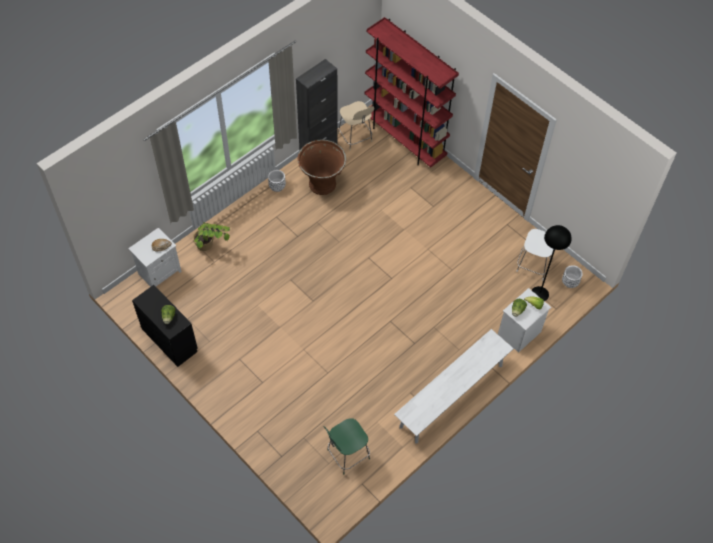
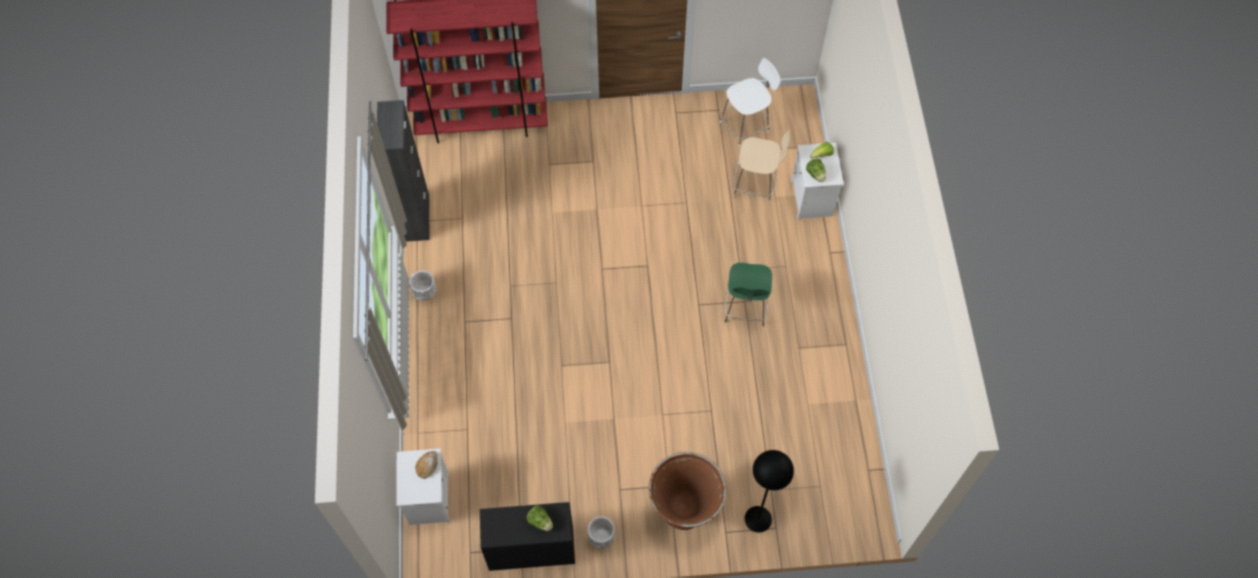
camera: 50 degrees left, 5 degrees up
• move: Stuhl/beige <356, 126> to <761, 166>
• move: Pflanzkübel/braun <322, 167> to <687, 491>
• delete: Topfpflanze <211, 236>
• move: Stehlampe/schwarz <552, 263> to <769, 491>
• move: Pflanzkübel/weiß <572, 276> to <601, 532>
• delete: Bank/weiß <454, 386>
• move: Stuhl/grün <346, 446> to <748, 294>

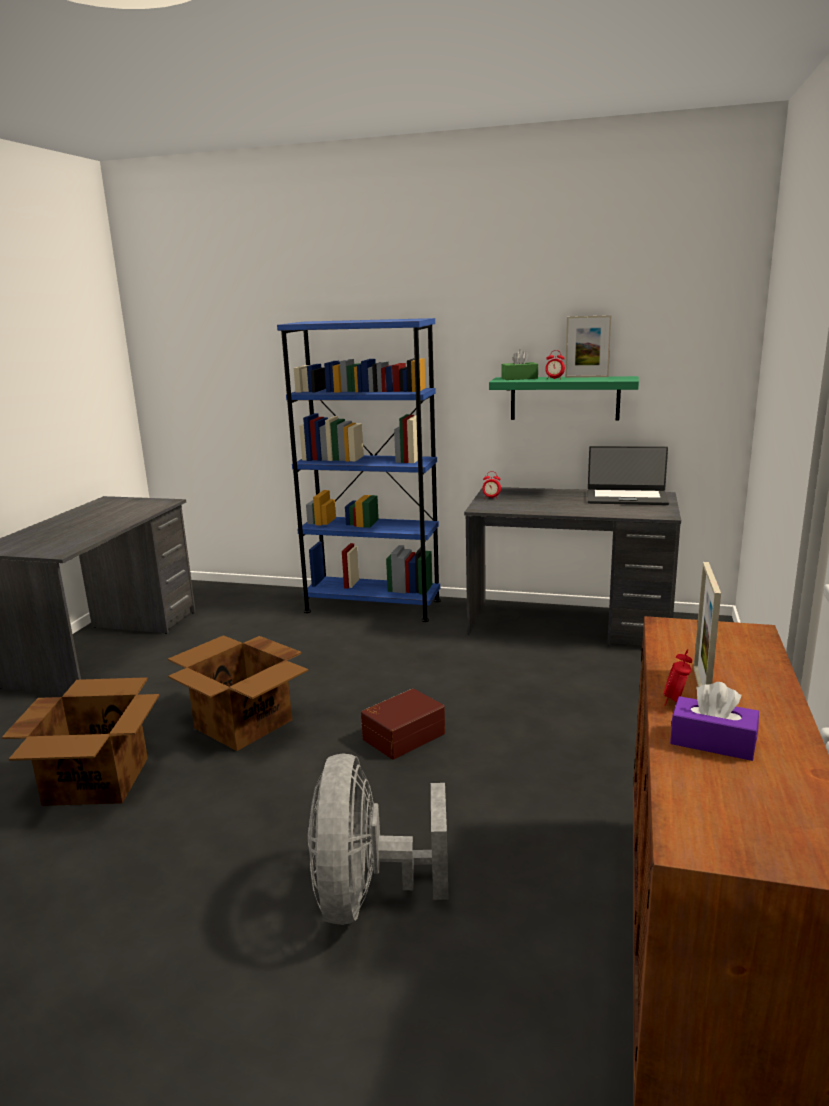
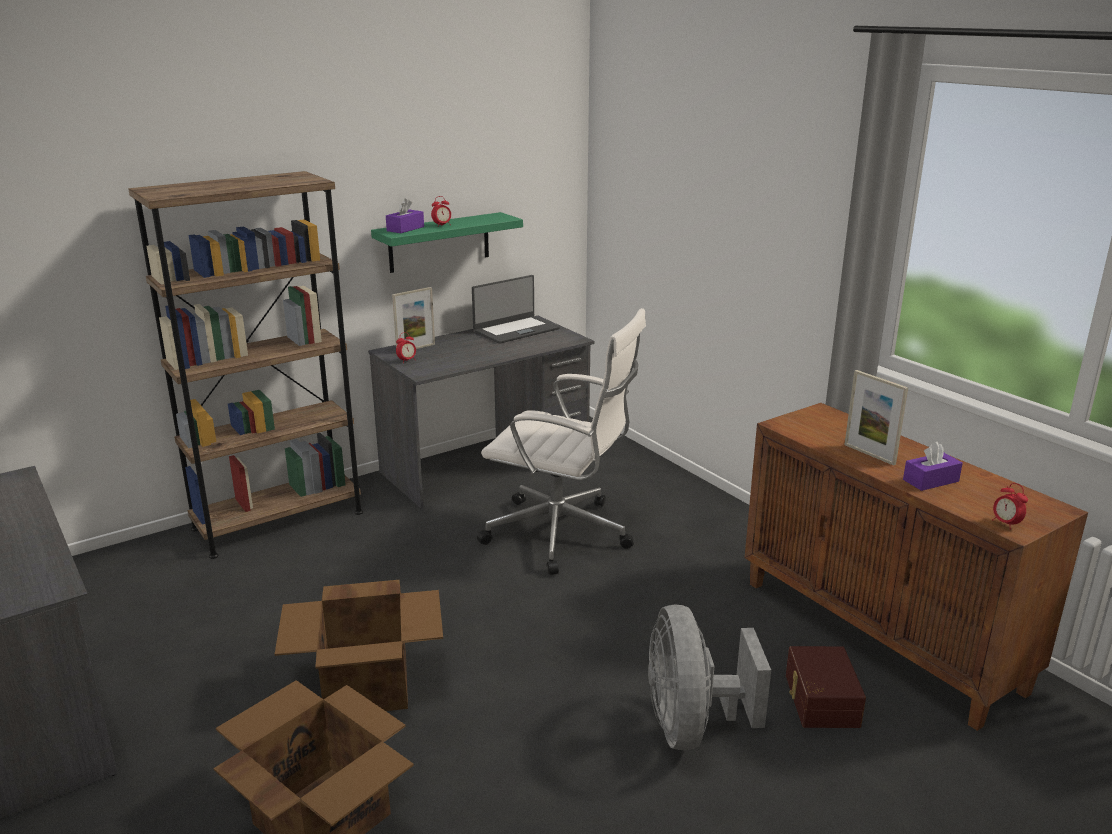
camera: 50 degrees left, 5 degrees up
• move: Bilderrahmen <588, 346> to <413, 318>
• recolor: Bücherregal/blau <359, 470> to Bücherregal/braun <245, 365>
• recolor: Taschentuchbox/grün <519, 364> to Taschentuchbox/lila <405, 215>
• move: Wecker <678, 677> to <1010, 506>
• move: Aufbewahrungsbox/braun <403, 724> to <826, 687>
• rotate: Ventilator/grau <378, 839> = <709, 678> 45 degrees clockwise
• insert: Bürostuhl/weiß <561, 441>

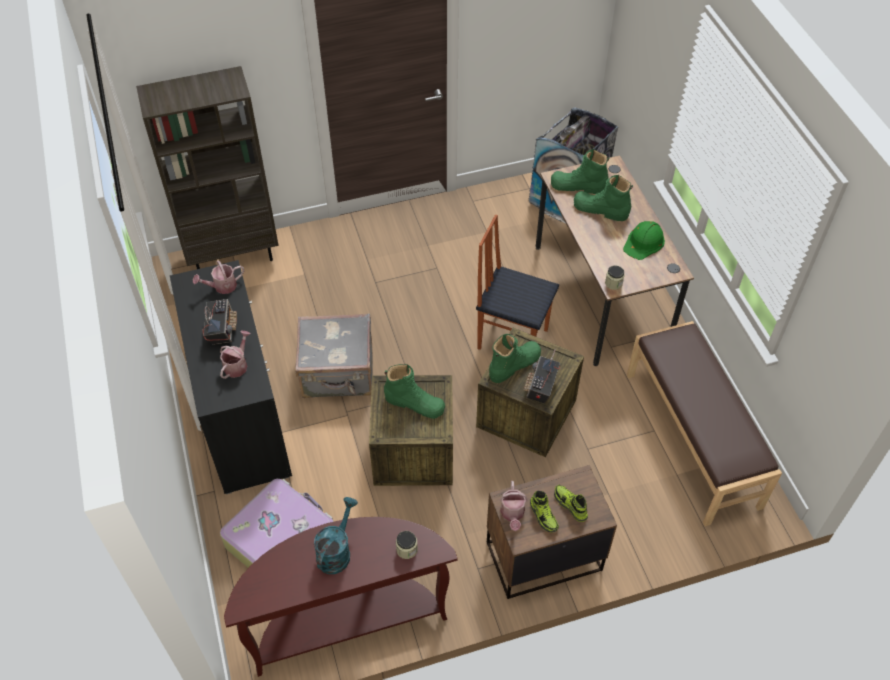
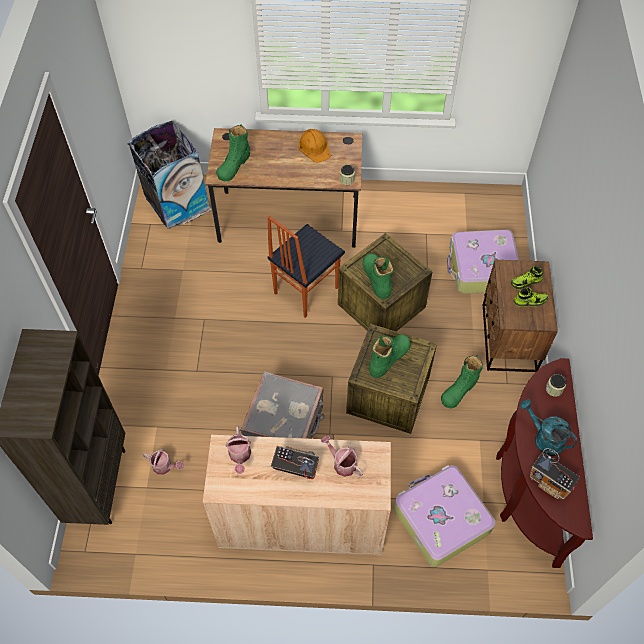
camera: 70 degrees left, 5 degrees up
• move: Stiefel/grün <603, 198> to <462, 381>
• recolor: Schutzhelm/grün <644, 240> to Schutzhelm/orange <314, 146>
• recolor: Schrank/schwarz <231, 377> to Schrank/beige <297, 495>
• delete: Bank/braun <704, 423>
• move: Radio <541, 376> to <555, 473>
• move: Gießkanne <514, 506> to <163, 462>
• insert: Koffer <483, 262>

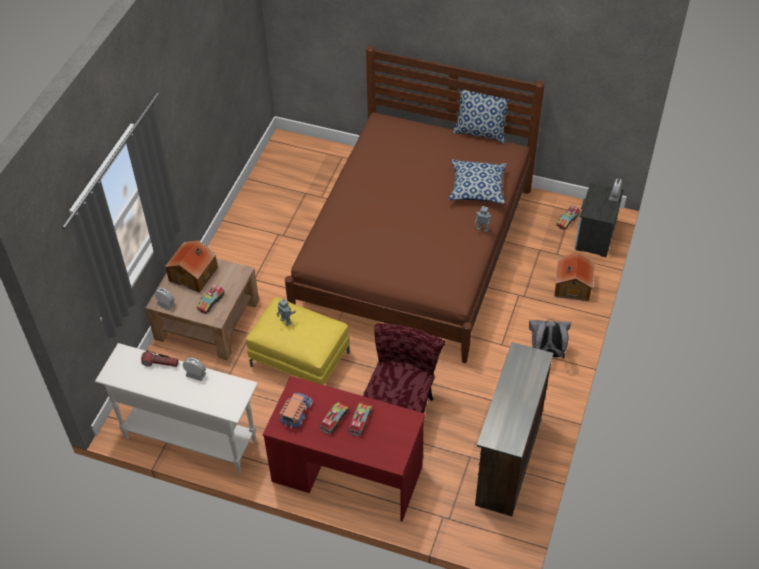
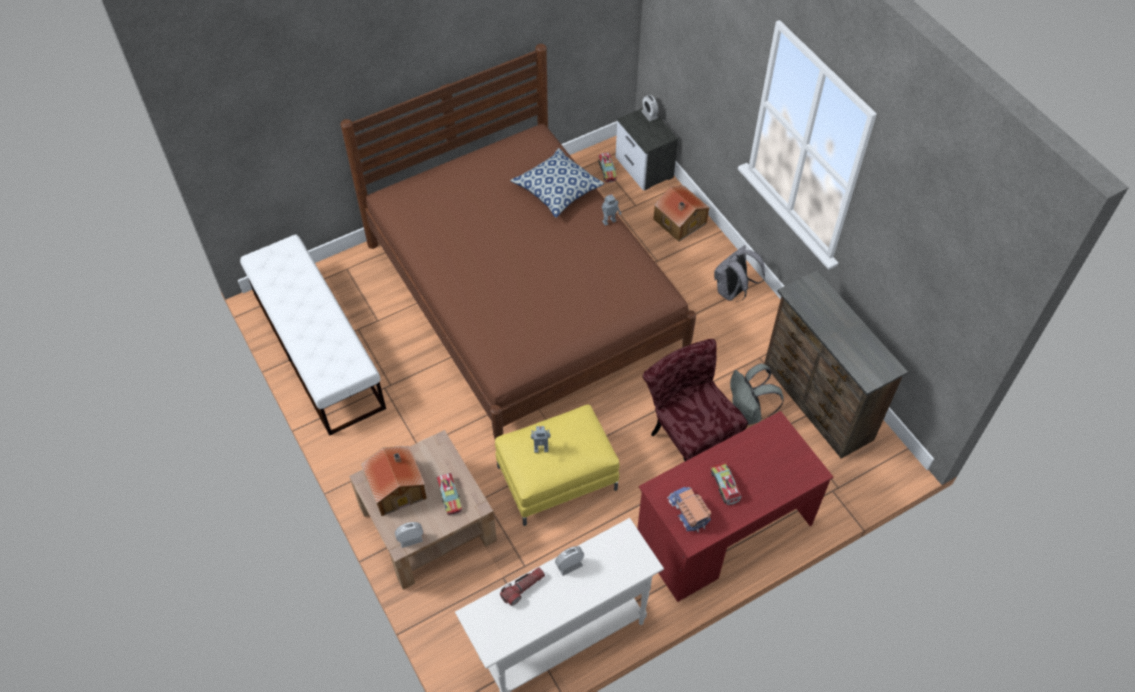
camera: 50 degrees left, 5 degrees up
• delete: Kissen <482, 116>
• delete: Spielzeuglaster <360, 419>
• insert: Bank/weiß <313, 335>
• insert: Rucksack/grau <757, 394>

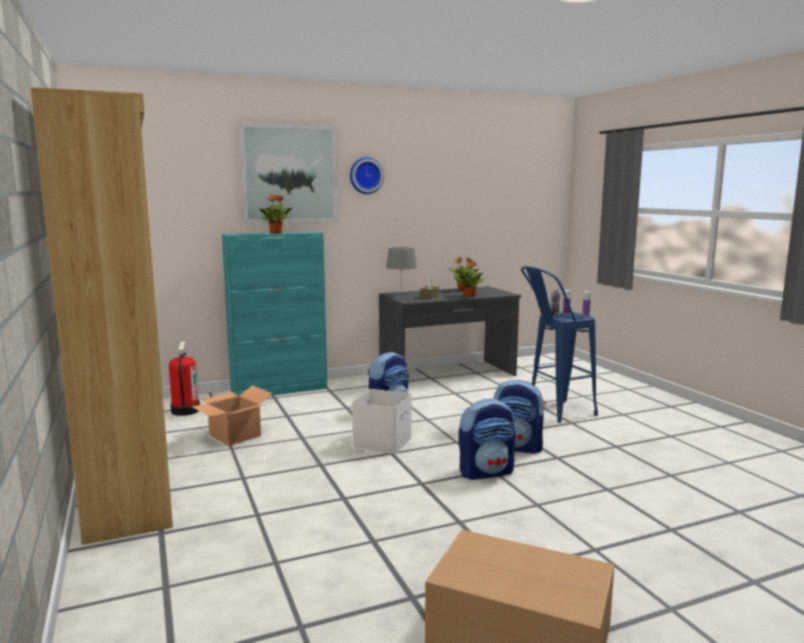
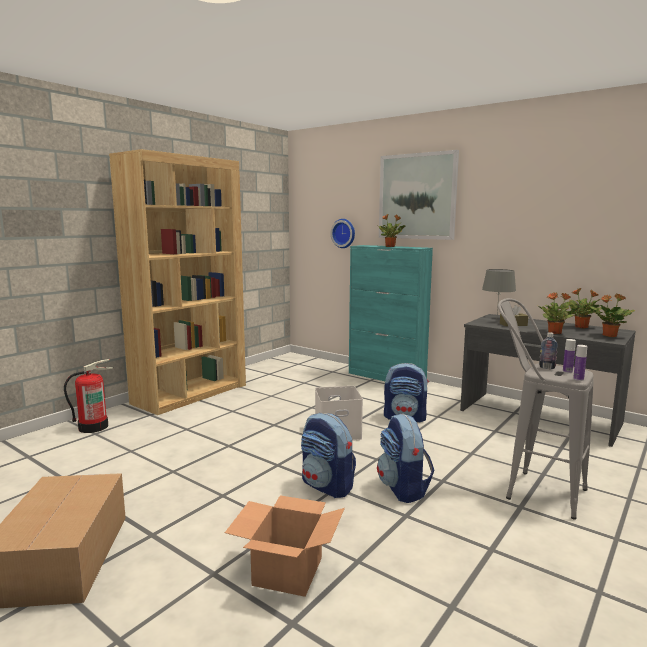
camera: 60 degrees right, 0 degrees up
• move: Wanduhr <367, 175> to <343, 233>
• recolor: Hocker/blau <559, 344> to Hocker/grau <546, 408>
• move: Feuerlöscher <184, 378> to <88, 396>
• move: Karton <232, 415> to <285, 546>
• insert: Topfpflanze <612, 315>

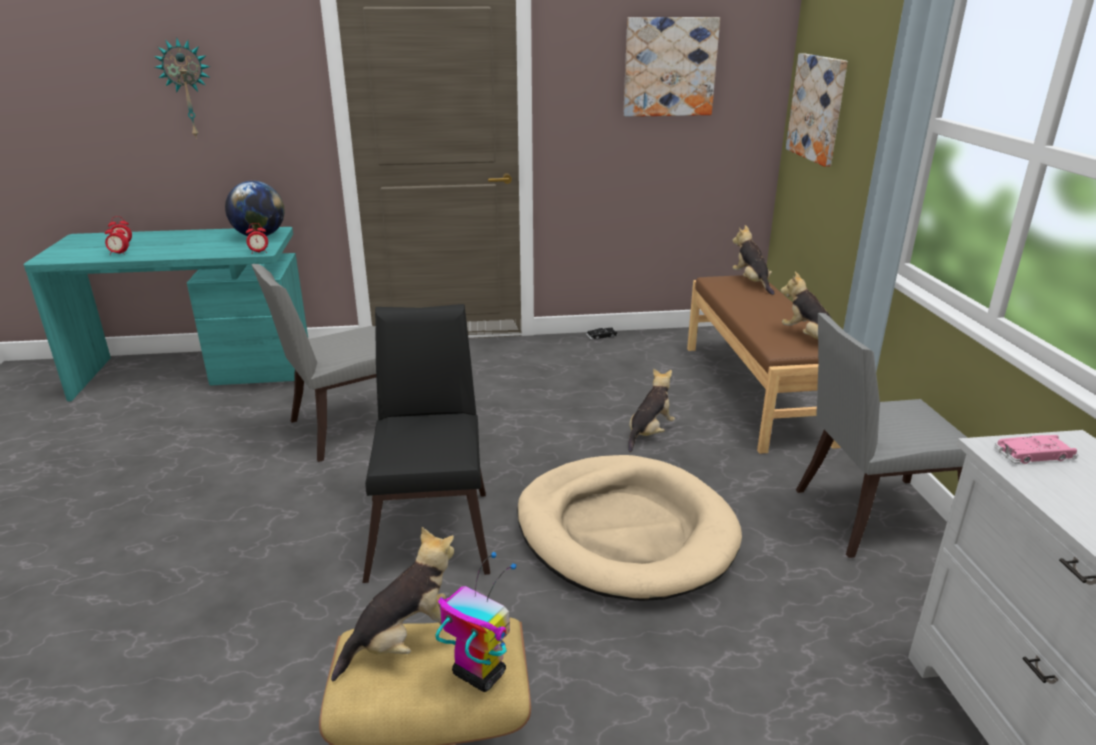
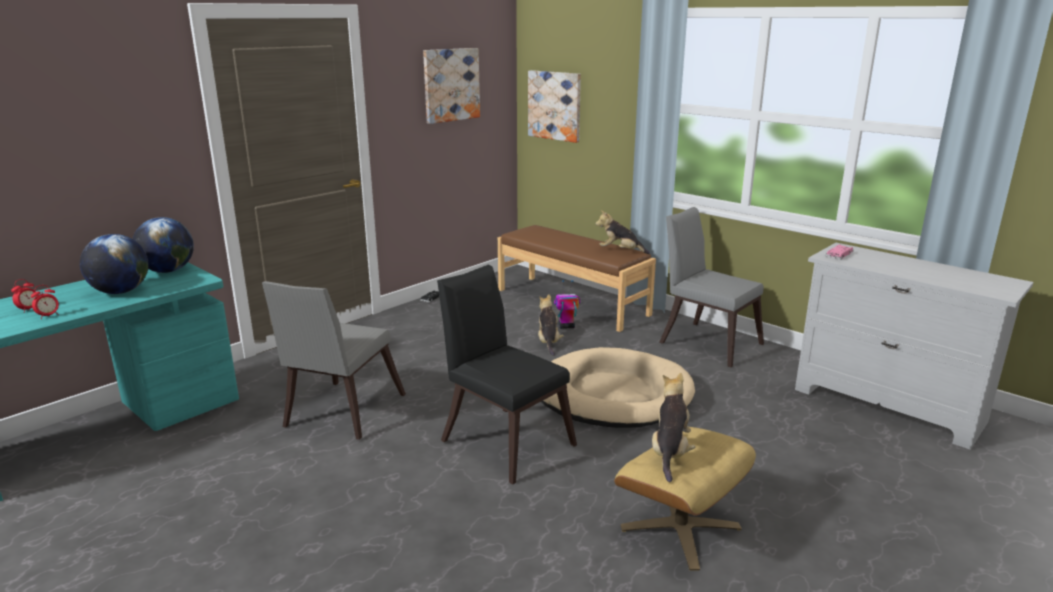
camera: 40 degrees left, 5 degrees down
• delete: Wanduhr <182, 88>
• delete: Wecker <257, 238>
• delete: Plüschtier <753, 260>
• rotate: Stuhl/grau <882, 435> = <711, 287> 90 degrees clockwise
• move: Spielzeugroboter <475, 622> to <567, 304>
• insert: Globus <114, 264>

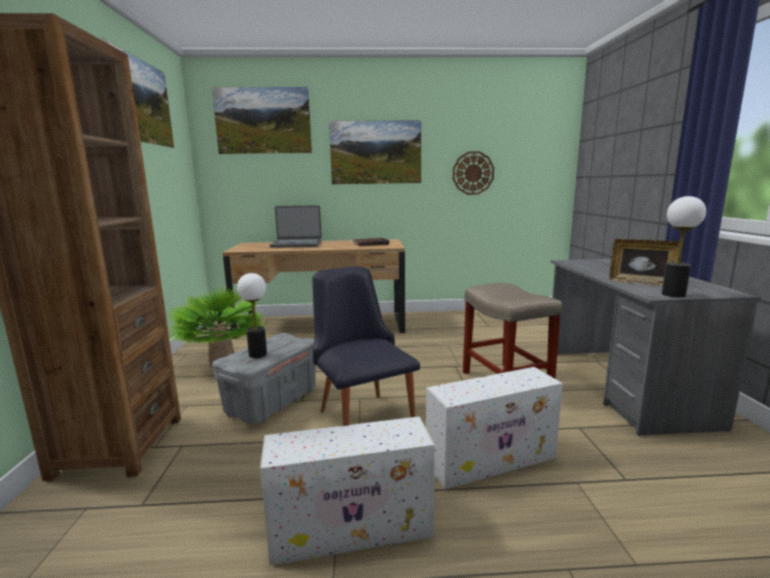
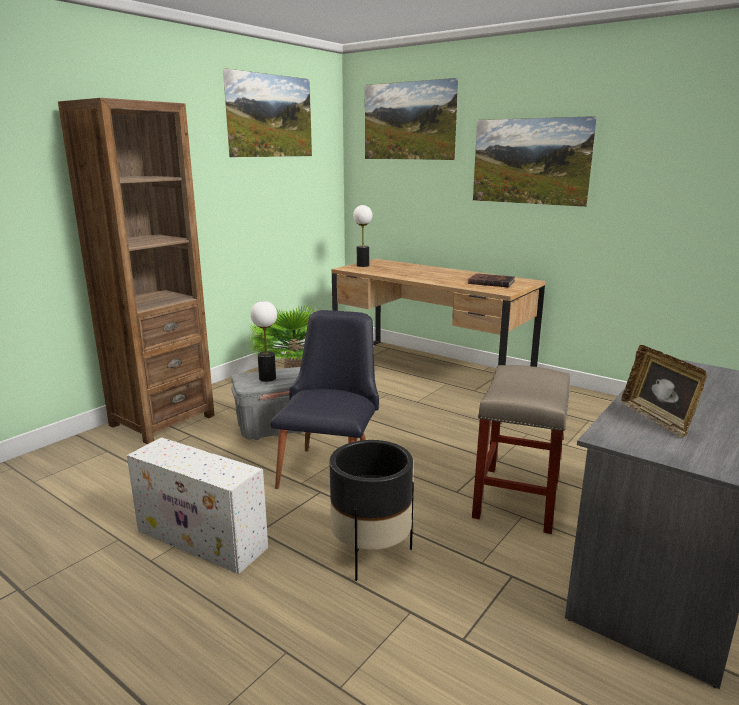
camera: 40 degrees right, 5 degrees up
• delete: Wanduhr <473, 173>
• move: Tischlampe <684, 246> to <362, 236>
• delete: Laptop <296, 226>
• replace: Aufbewahrungsbox/weiß <494, 428> to Pflanzkübel/schwarz <372, 510>

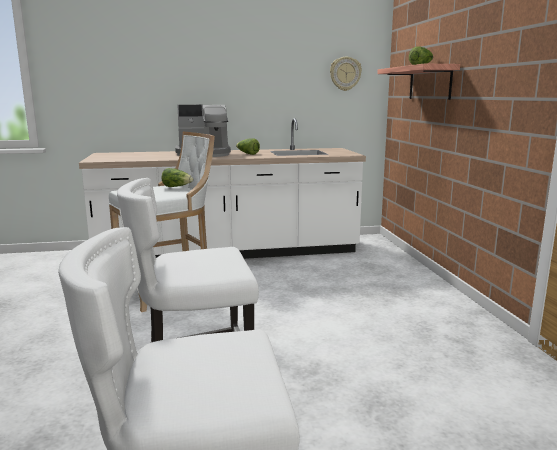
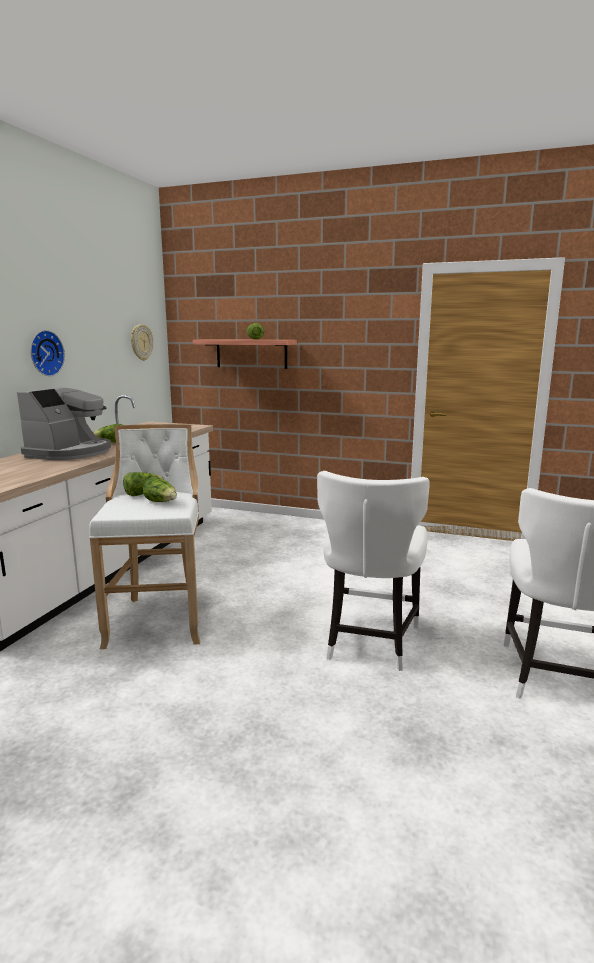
camera: 60 degrees left, 0 degrees up
• insert: Wanduhr <47, 353>
• insert: Salatkopf <160, 489>

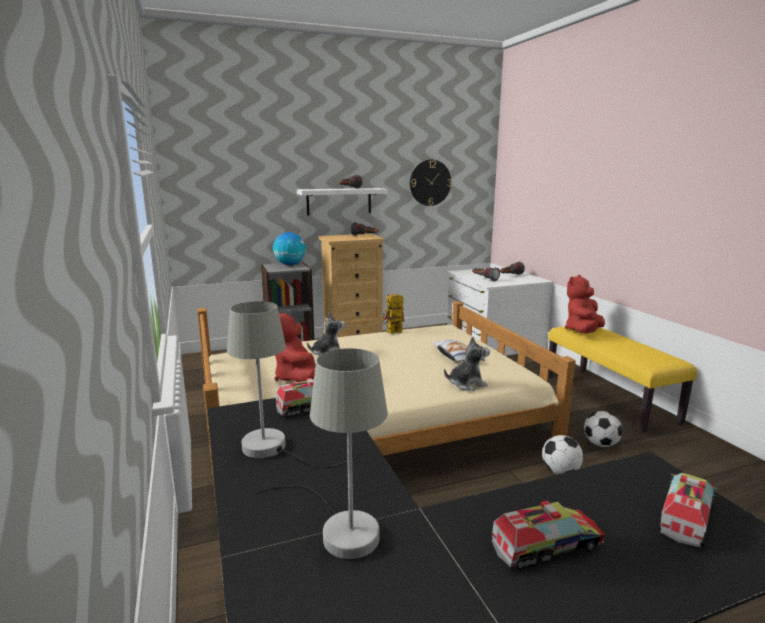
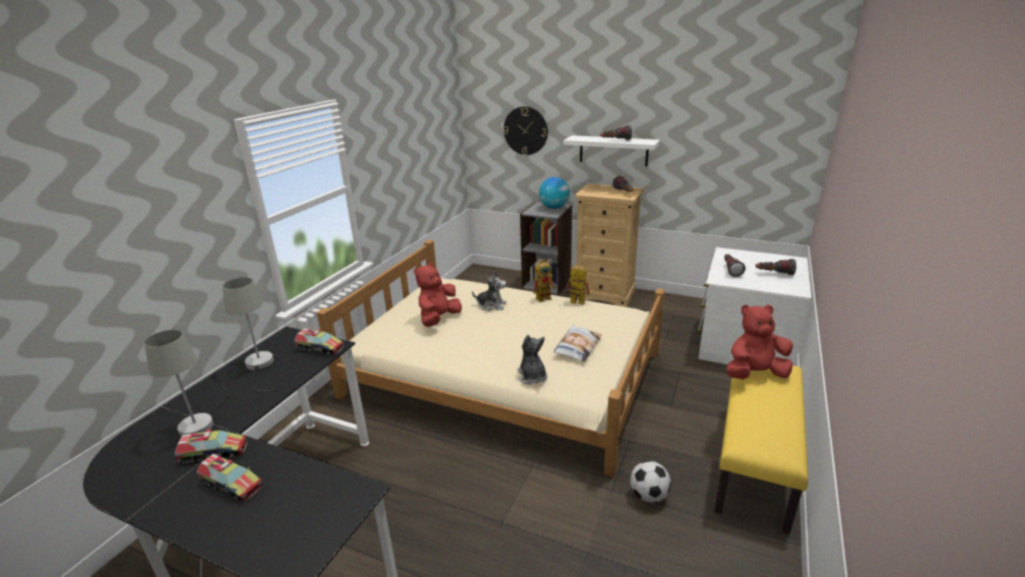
camera: 45 degrees right, 10 degrees up
• move: Wanduhr <431, 183> to <525, 130>
• rotate: Plüschtier <467, 363> = <532, 360> 135 degrees counterclockwise
• delete: Fußball <562, 454>
• move: Spielzeuglaster <688, 510> to <211, 447>
• insert: Spielzeugroboter <545, 281>

